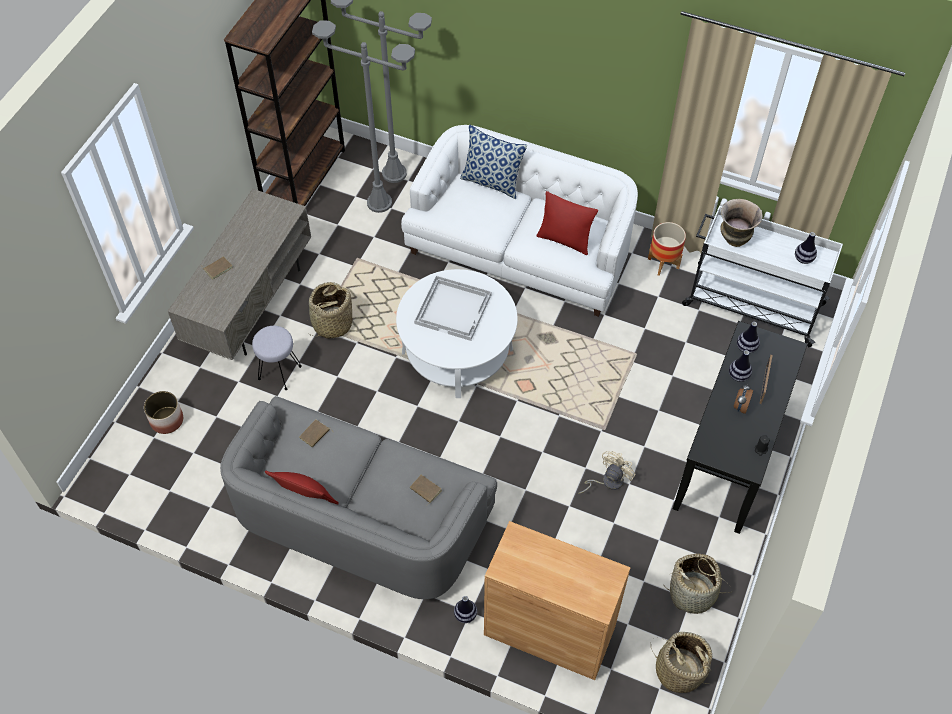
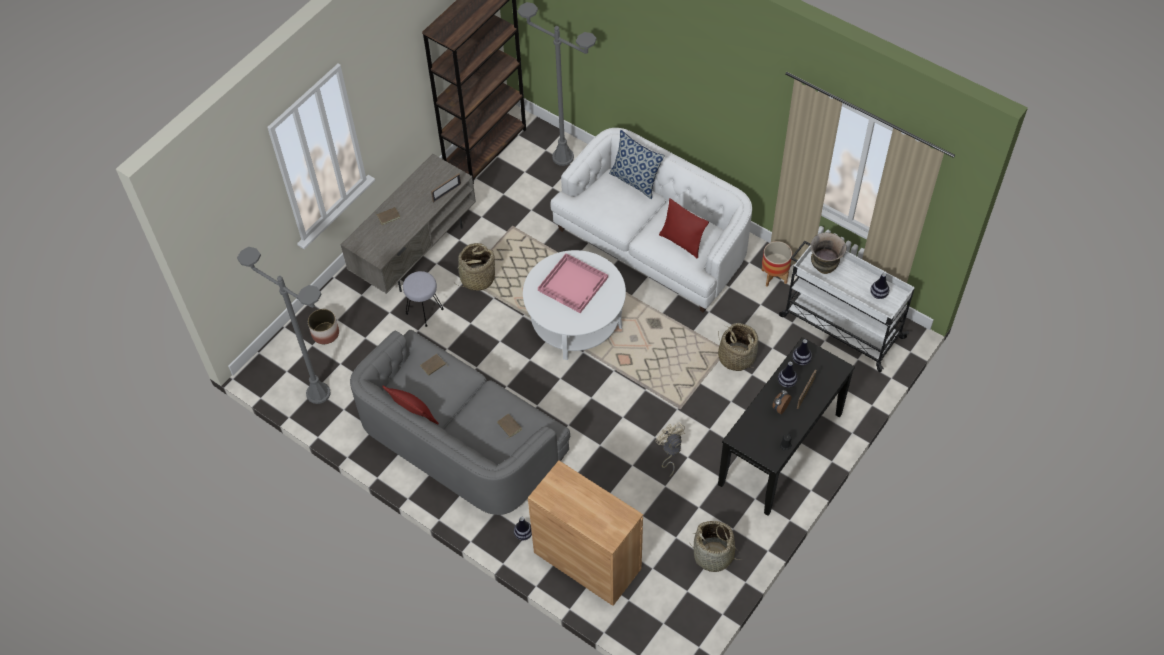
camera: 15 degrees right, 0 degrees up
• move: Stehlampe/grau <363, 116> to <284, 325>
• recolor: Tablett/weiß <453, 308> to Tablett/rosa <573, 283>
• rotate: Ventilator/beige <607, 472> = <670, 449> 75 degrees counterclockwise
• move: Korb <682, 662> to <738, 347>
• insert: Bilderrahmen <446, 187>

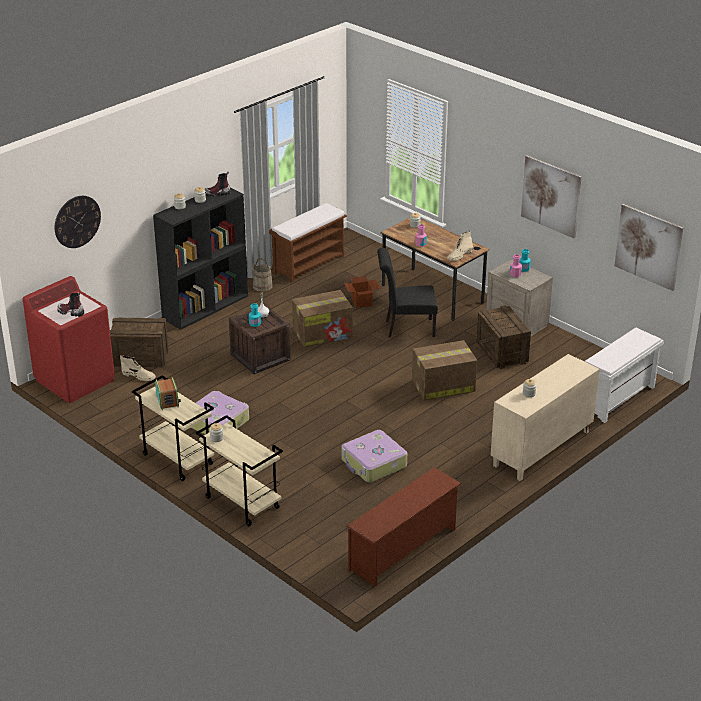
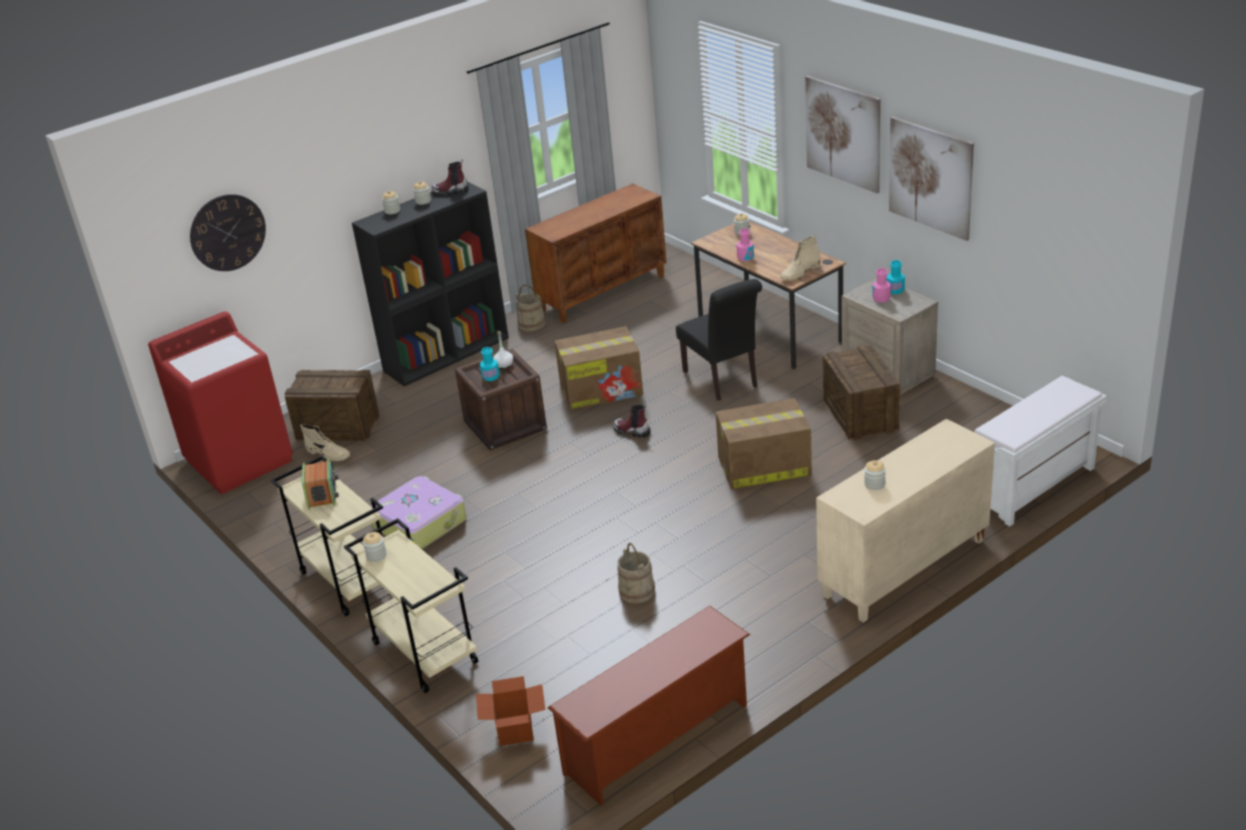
camera: 10 degrees right, 0 degrees up
• replace: Bank/braun <308, 243> to Schrank/braun <596, 253>
• move: Bild <648, 247> to <843, 134>
• rotate: Stuhl/schwarz <407, 293> = <719, 340> 120 degrees counterclockwise
• move: Karton <362, 292> to <510, 711>
• move: Stiefel <70, 305> to <631, 421>
• replace: Koffer <374, 456> to Eimer/beige <636, 573>

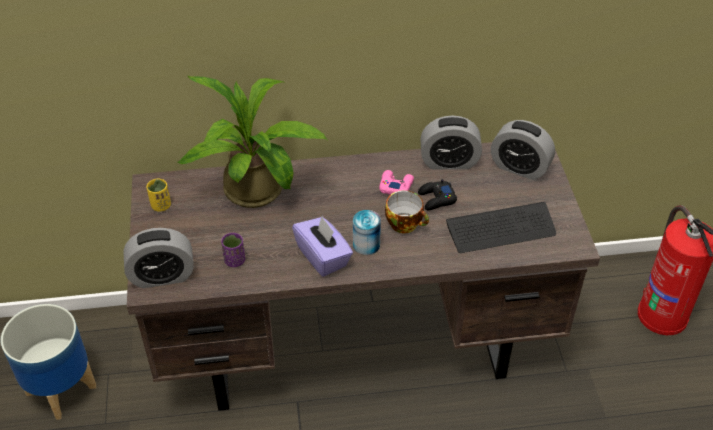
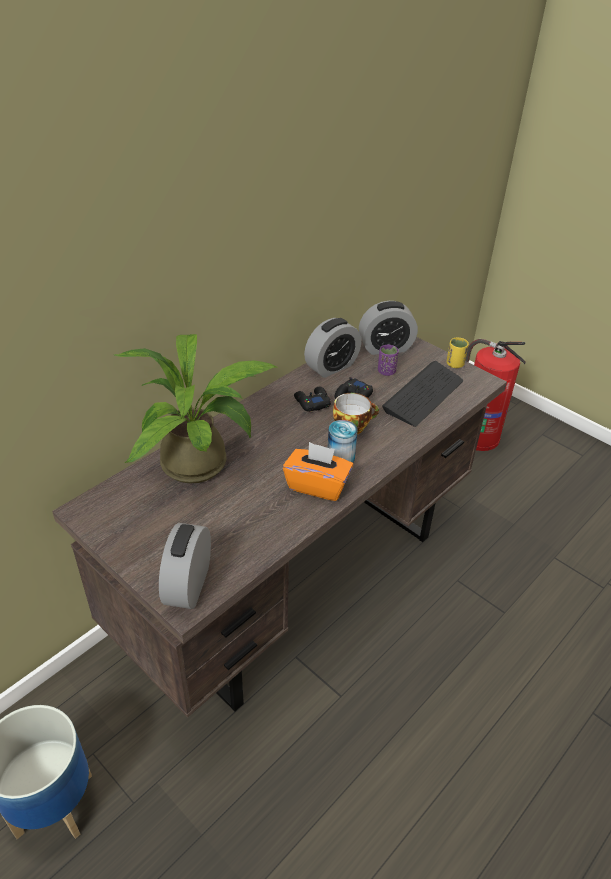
camera: 40 degrees left, 5 degrees down
• recolor: Gamepad/rosa <396, 182> to Gamepad/schwarz <312, 399>
• move: Tasse/gelb <158, 194> to <458, 352>
• recolor: Taschentuchbox/lila <322, 247> to Taschentuchbox/orange <318, 471>
• rotate: Wecker <158, 258> = <185, 566> 150 degrees clockwise
• move: Tasse/lila <233, 250> to <388, 360>

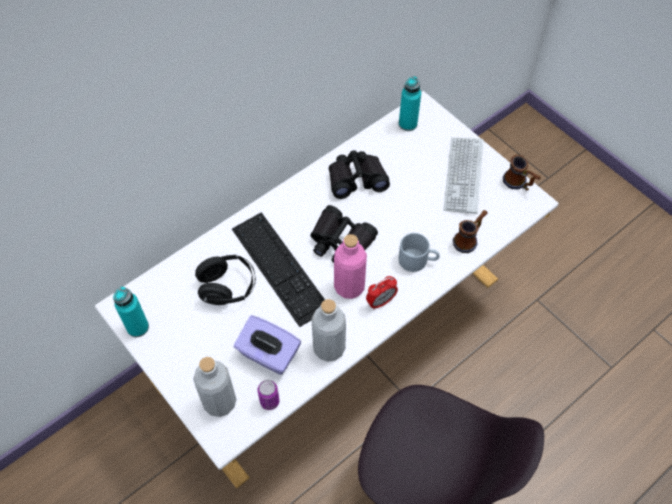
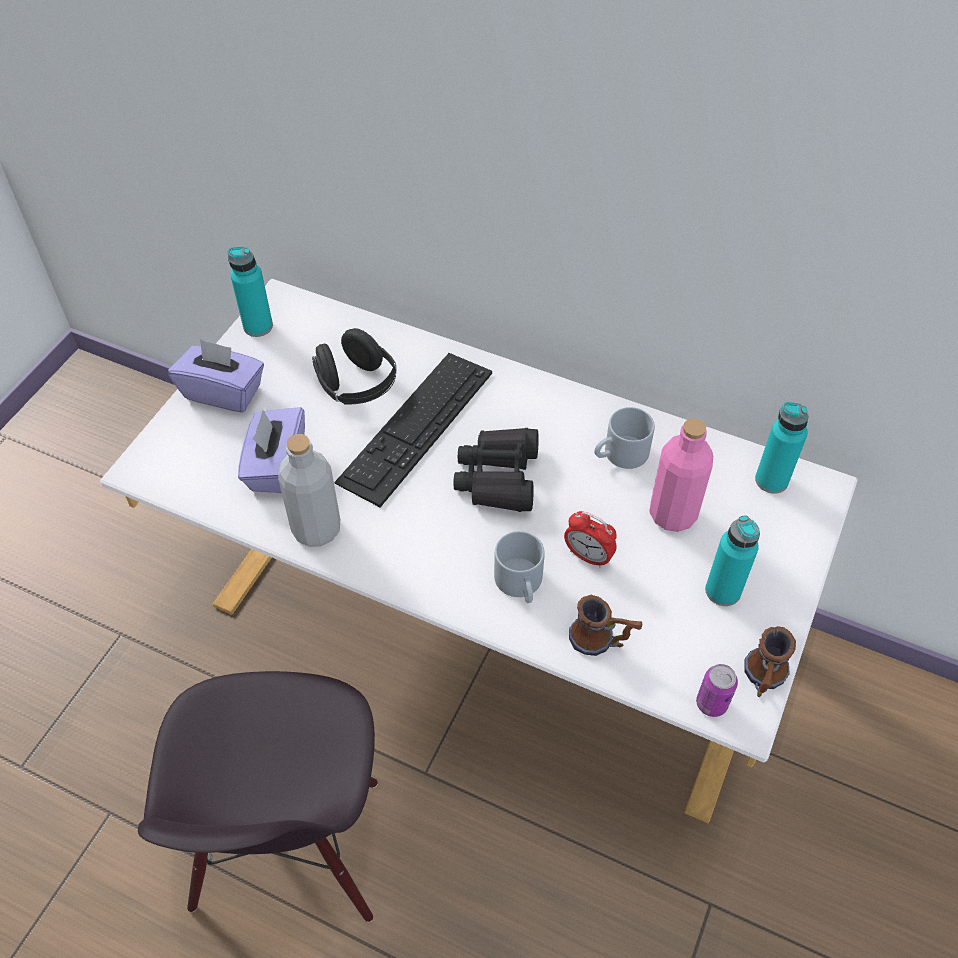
camera: 65 degrees right, 5 degrees down
• replace: Tastatur <463, 176> to Flasche/türkis <732, 560>
• replace: Fernglas/schwarz <359, 174> to Henkelbecher/grau <624, 438>
• move: Flasche/rosa <350, 266> to <681, 475>
• move: Wecker <382, 293> to <590, 539>
• delete: Flasche/grau <214, 387>
• move: Dose <268, 395> to <717, 690>
• insert: Taschentuchbox/lila <216, 376>

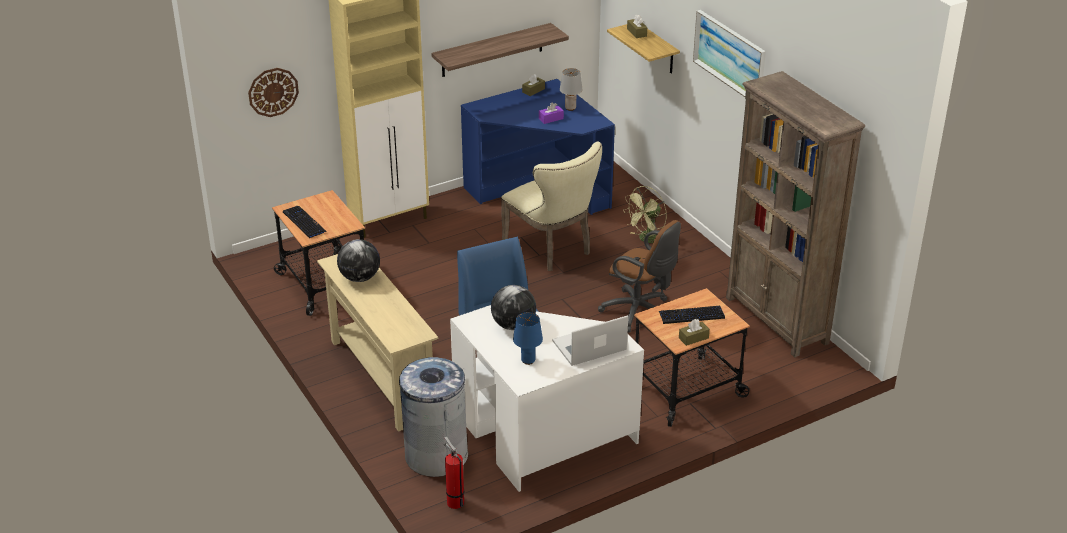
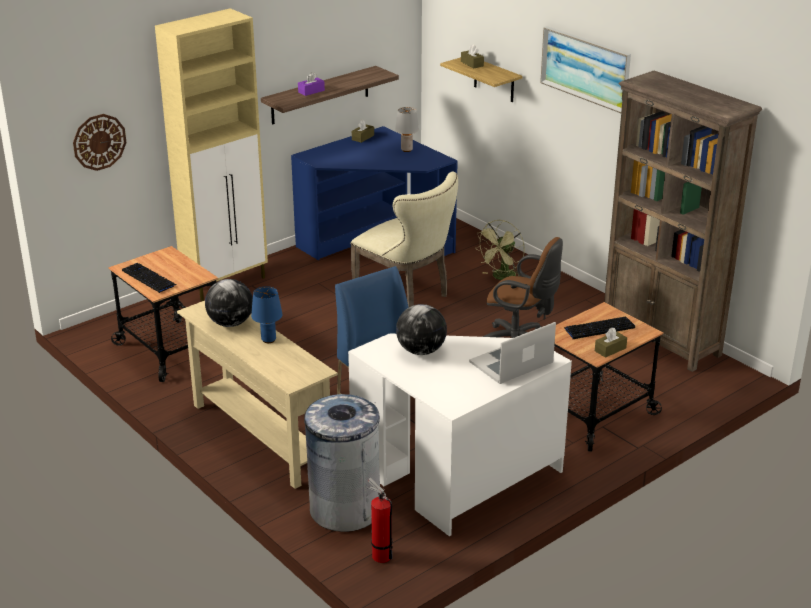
camera: 10 degrees left, 5 degrees down
• move: Taschentuchbox/lila <551, 113> to <311, 84>
• move: Tischlampe/blau <528, 338> to <267, 314>

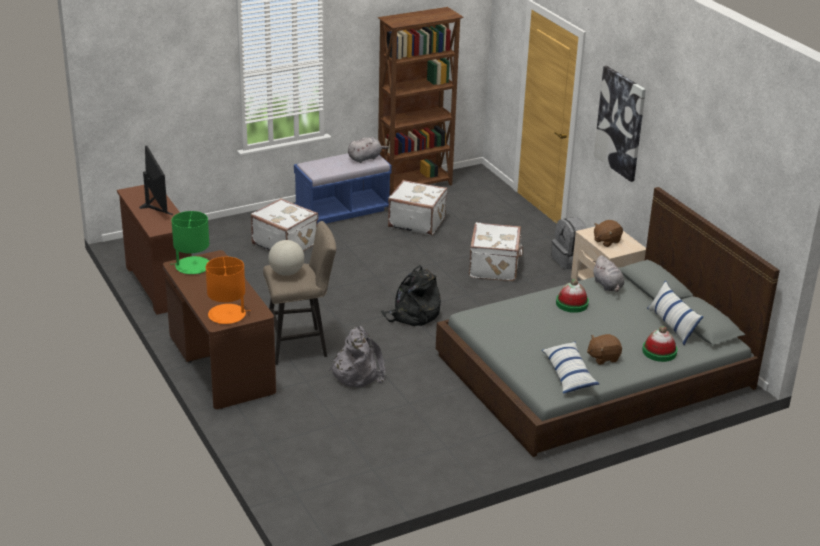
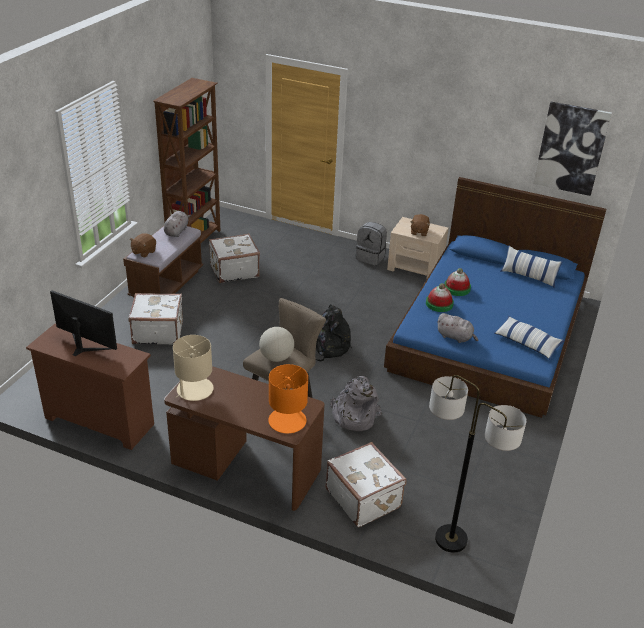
camera: 40 degrees left, 5 degrees up
• move: Bild <620, 124> to <572, 149>
• recolor: Bank/blau <343, 188> to Bank/braun <163, 262>
• recolor: Bett/grau <608, 322> to Bett/blau <495, 297>
• recolor: Tischlampe/grün <189, 242> to Tischlampe/beige <193, 368>
• move: Koffer/weiß <496, 251> to <366, 484>
• move: Plüschtier/grau <608, 273> to <457, 328>
• move: Hut <659, 344> to <440, 297>
• move: Plüschtier/braun <604, 349> to <143, 245>
• insert: Stehlampe <478, 464>

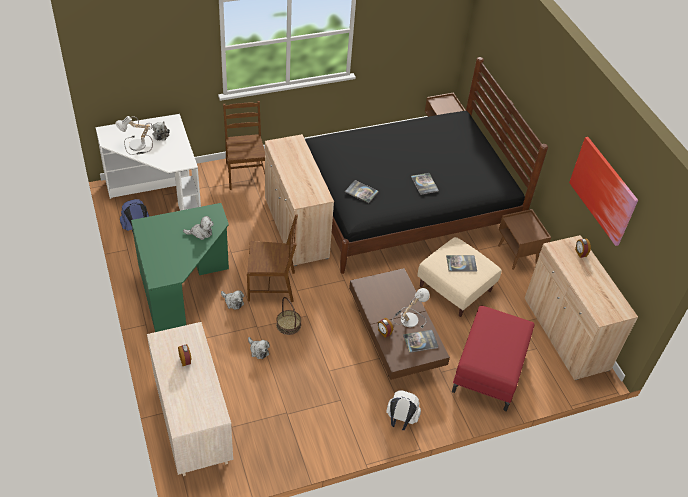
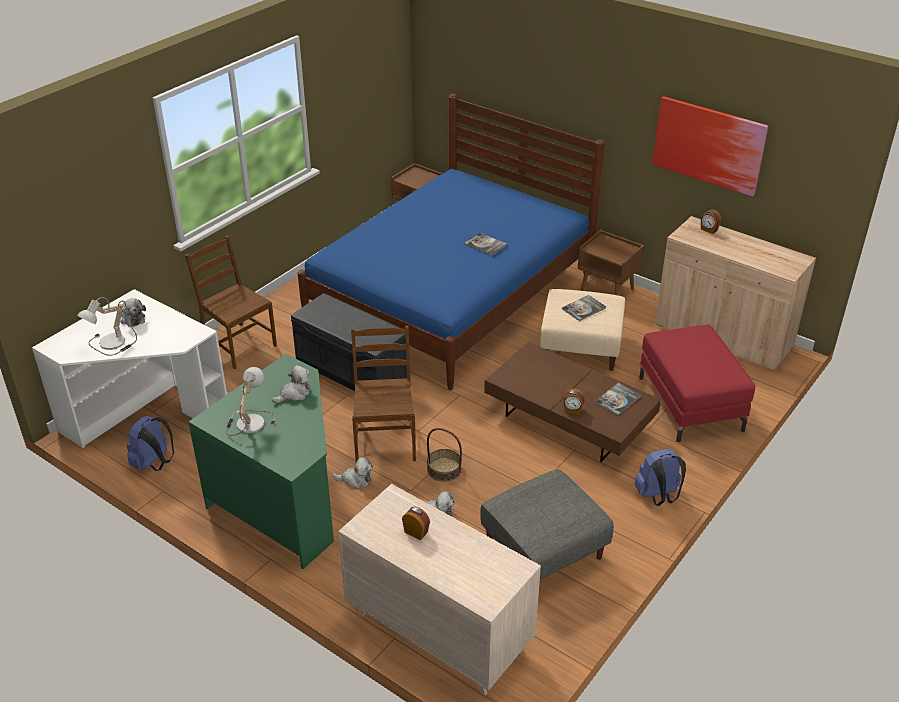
camera: 30 degrees left, 10 degrees down
• recolor: Bett/schwarz <426, 165> to Bett/blau <451, 242>
• replace: Schrank/beige <299, 200> to Bank/grau <349, 342>
• delete: Buch <362, 192>
• rotate: Stuhl/braun <272, 258> = <383, 394> 60 degrees counterclockwise
• move: Tischlampe <411, 308> to <250, 401>
• recolor: Rucksack/weiß <403, 410> to Rucksack/blau <660, 477>
• insert: Polsterhocker/grau <547, 524>

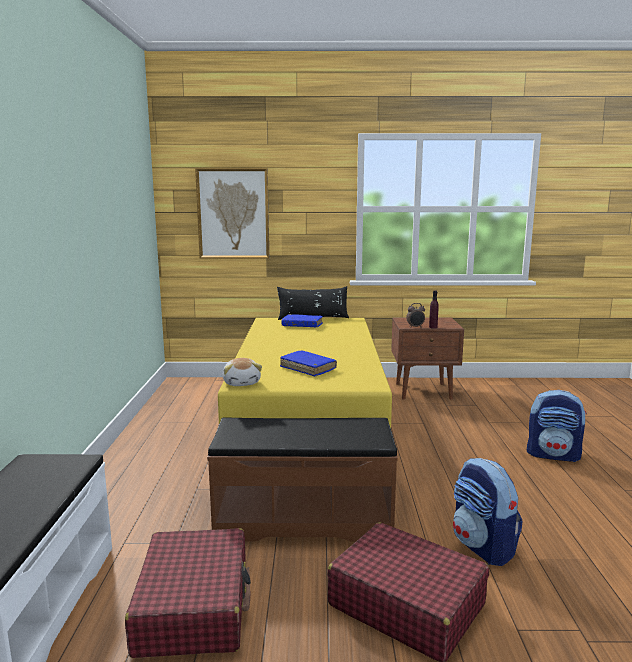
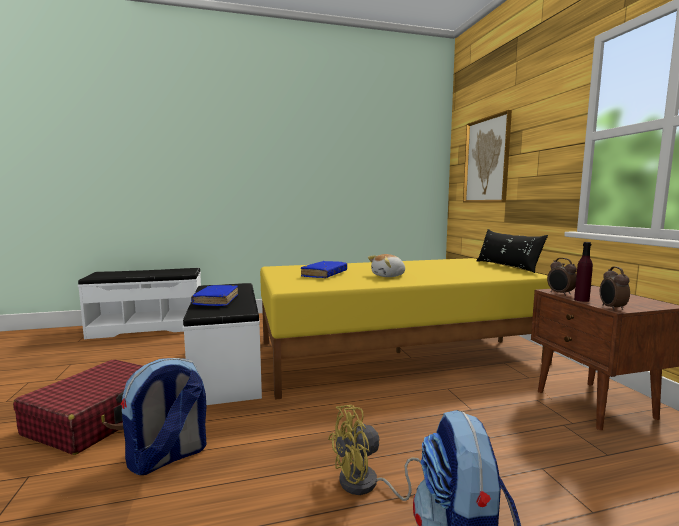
camera: 75 degrees right, 5 degrees down
• move: Buch/blau <302, 321> to <214, 295>
• move: Plüschtier <242, 372> to <386, 265>
• recolor: Bank/braun <302, 479> to Bank/weiß <222, 344>
• delete: Koffer/rot <188, 593>
• insert: Wecker <615, 288>
• insert: Ventilator/gelb <374, 453>

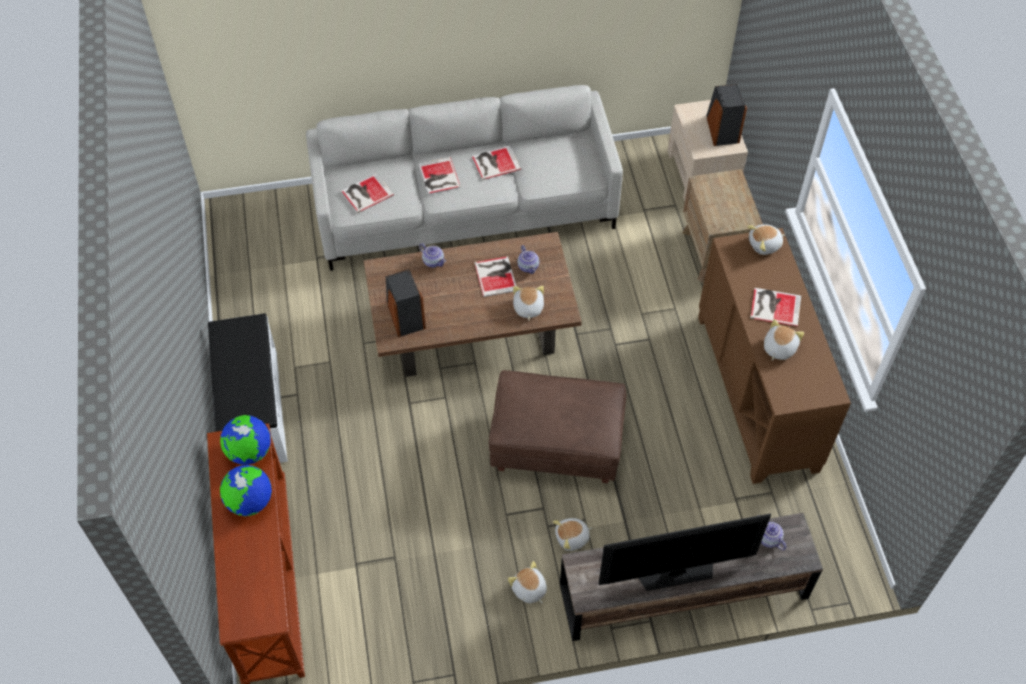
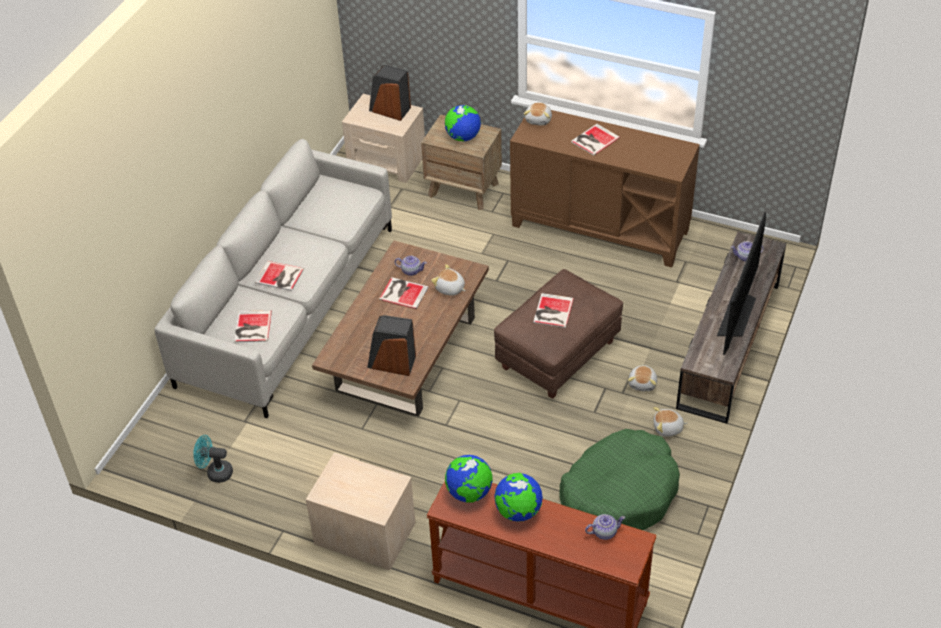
camera: 55 degrees left, 10 degrees down
• move: Buch <496, 163> to <553, 310>
• move: Teekanne <432, 255> to <605, 527>
• replace: Bank/weiß <248, 388> to Nachttisch/beige <360, 511>
• delete: Plüschtier <784, 340>
• insert: Globus <463, 123>
• insert: Hundebett/grün <619, 479>
• insert: Ventilator/türkis <213, 459>

